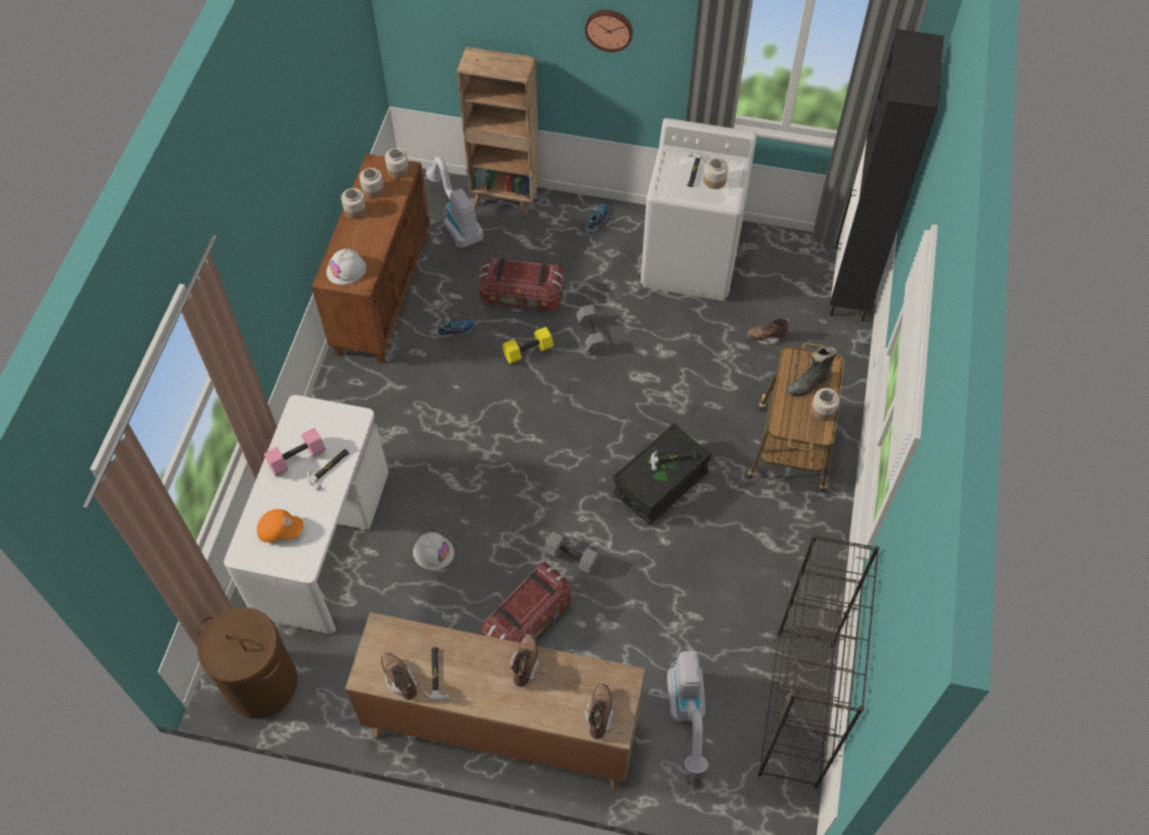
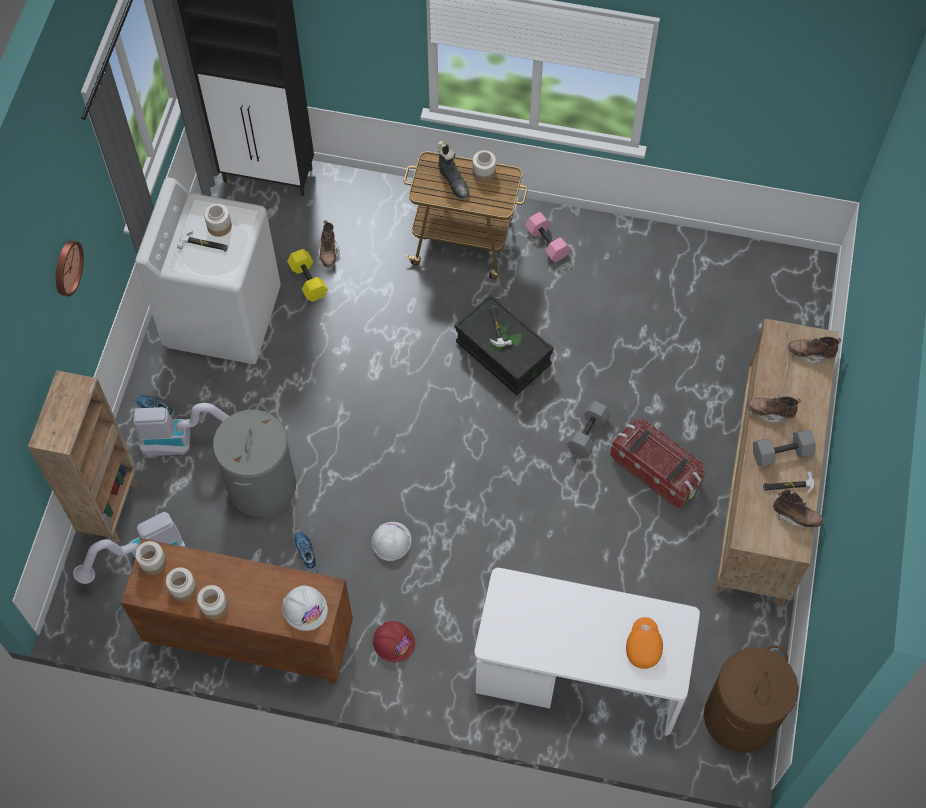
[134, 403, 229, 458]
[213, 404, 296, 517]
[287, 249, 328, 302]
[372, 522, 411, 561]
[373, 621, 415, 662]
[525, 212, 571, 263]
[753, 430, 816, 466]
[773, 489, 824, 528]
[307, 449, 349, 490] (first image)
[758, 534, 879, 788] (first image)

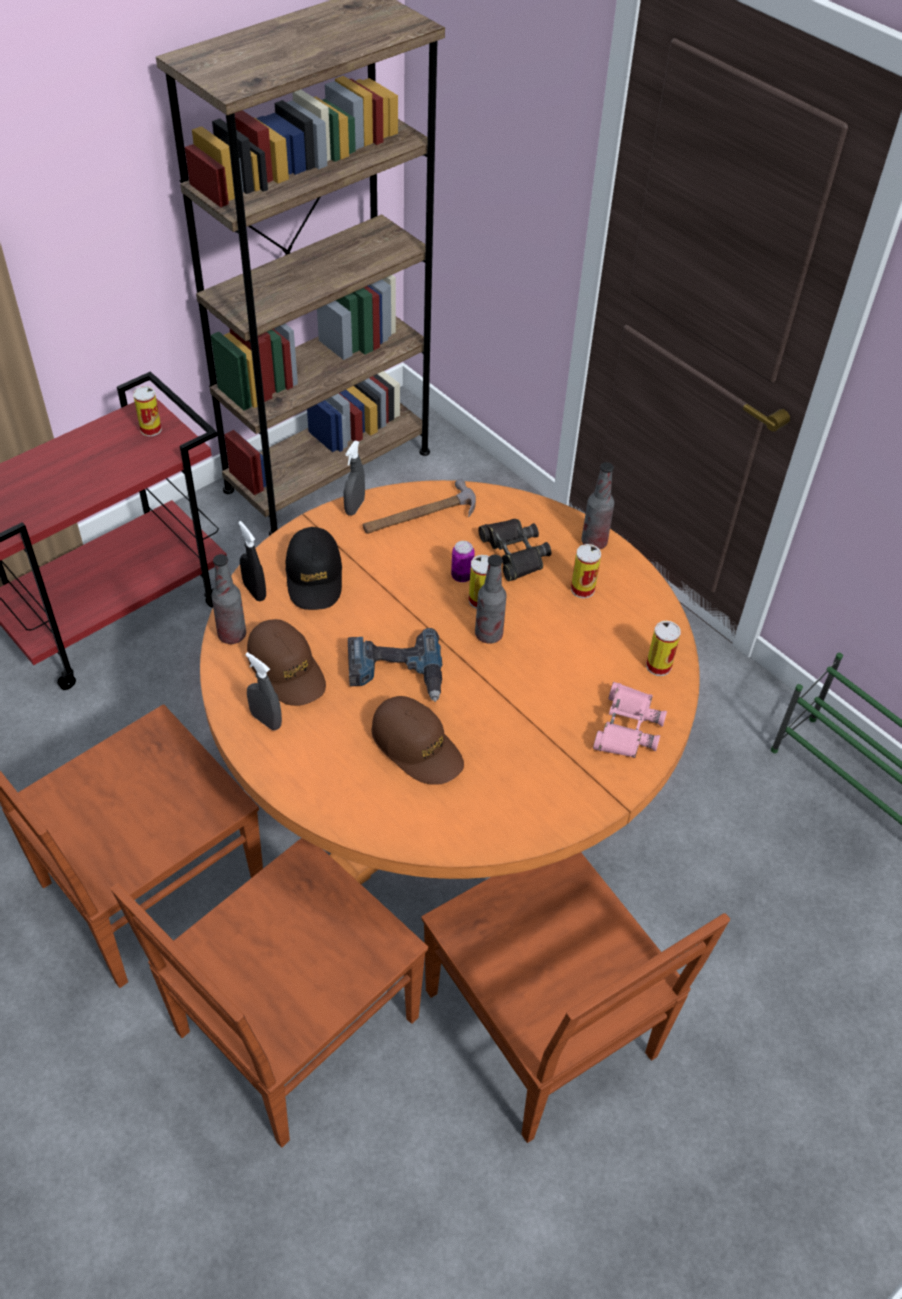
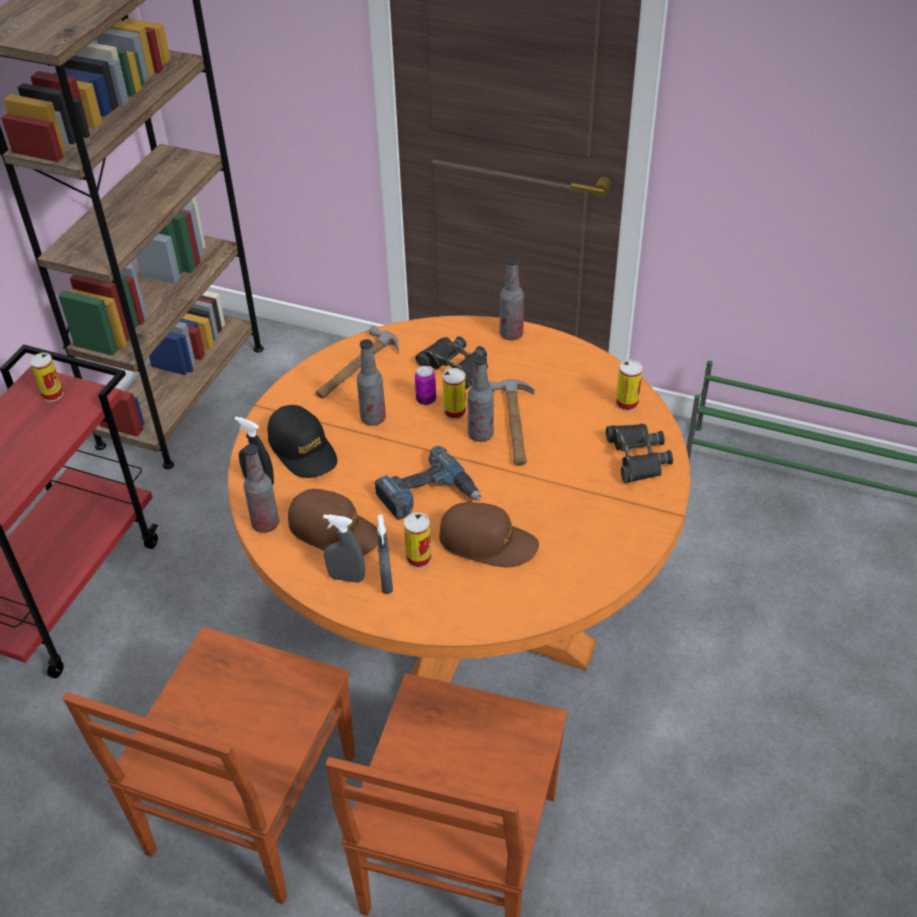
[357, 339, 386, 426]
[377, 514, 393, 594]
[404, 512, 432, 568]
[488, 379, 534, 466]
[606, 424, 673, 483]
[421, 852, 730, 1143] (first image)

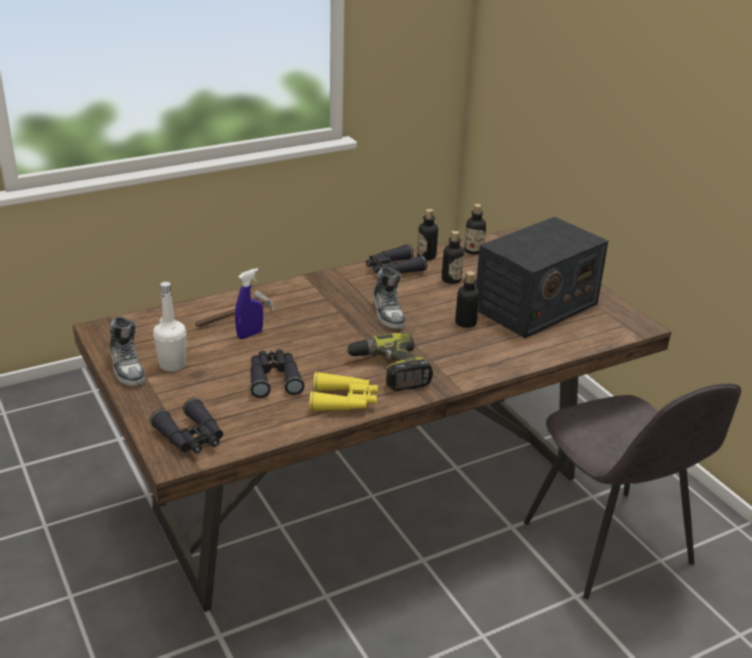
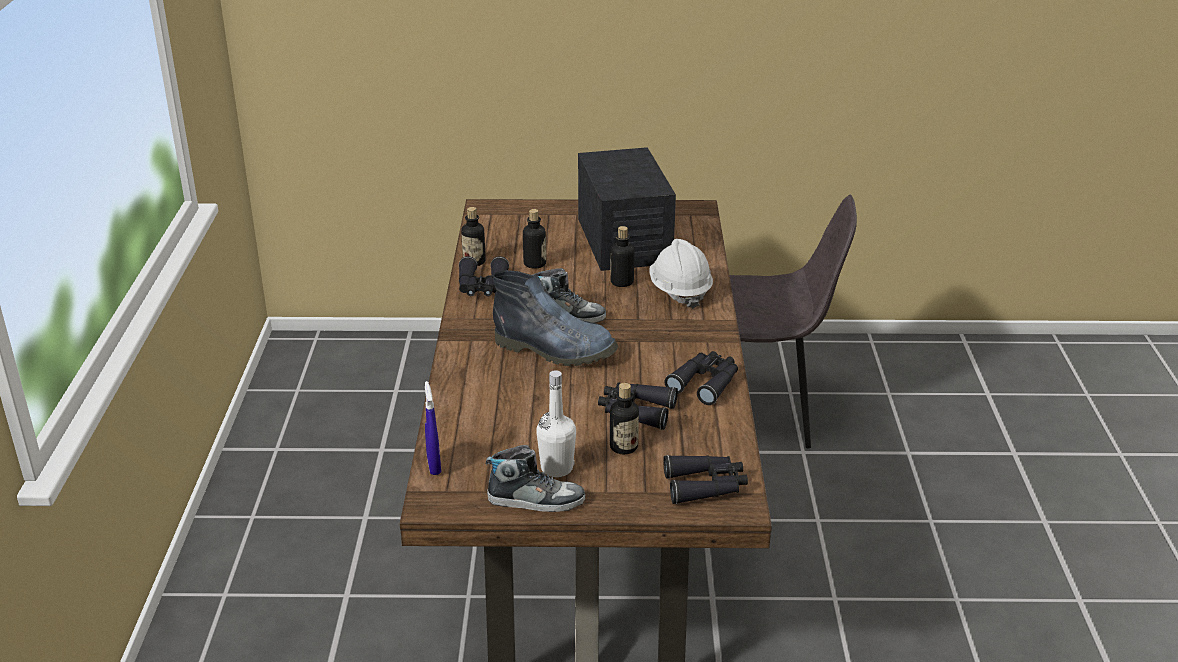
[425, 381, 441, 475]
[493, 270, 619, 366]
[610, 383, 639, 454]
[649, 239, 713, 309]
[664, 351, 738, 405]
[195, 291, 274, 327] (first image)
[346, 333, 433, 391] (first image)

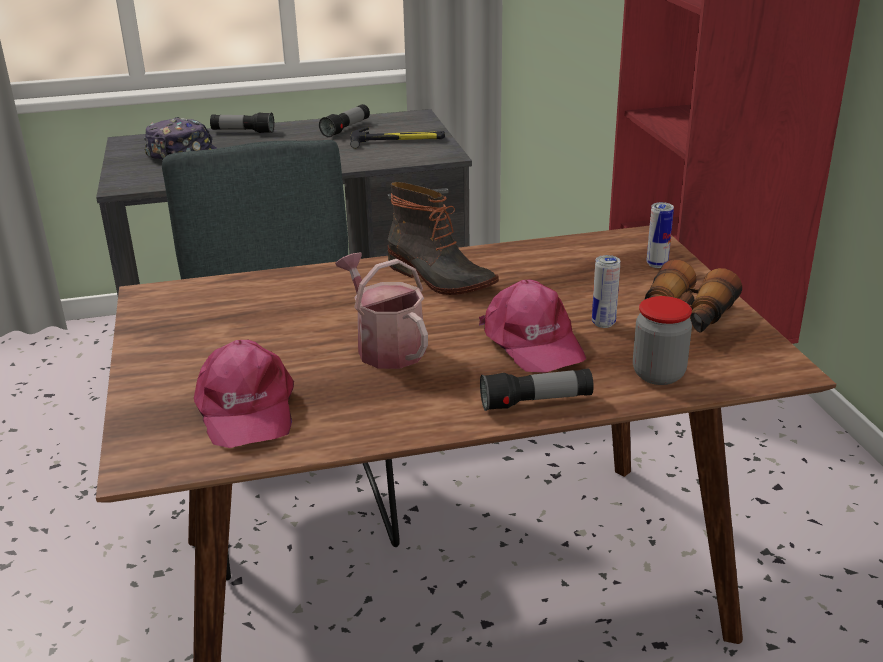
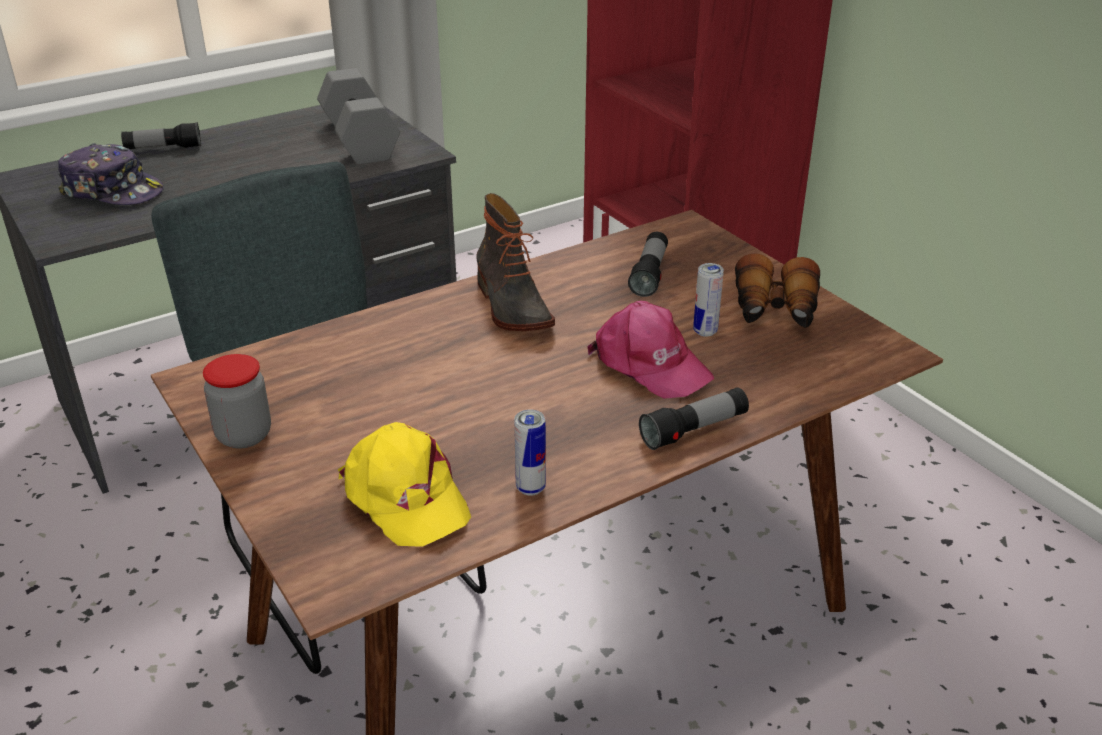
[203, 354, 271, 449]
[317, 68, 400, 165]
[338, 422, 471, 547]
[476, 193, 555, 331]
[514, 410, 546, 496]
[628, 232, 668, 297]
[335, 253, 428, 369] (first image)

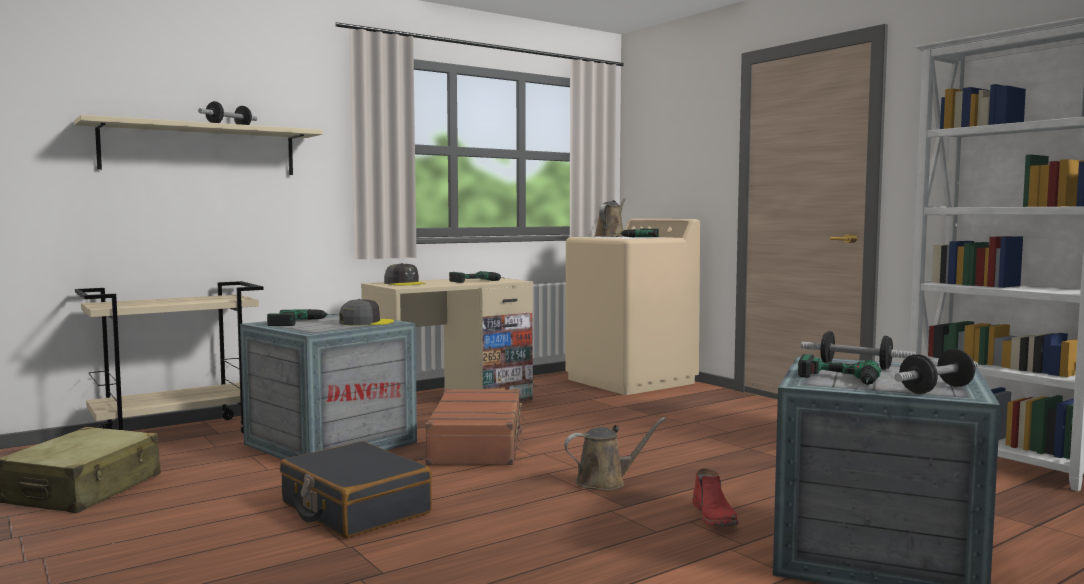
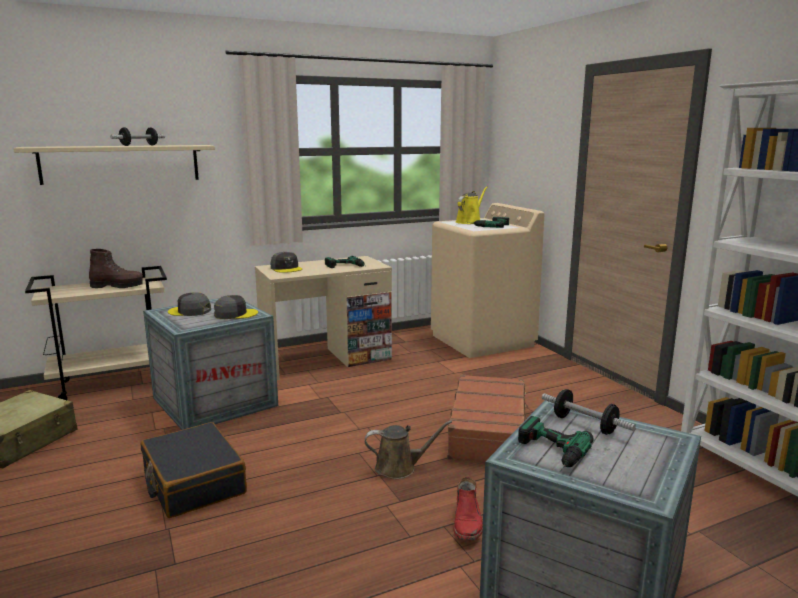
[89, 249, 143, 288]
[168, 292, 211, 316]
[447, 374, 528, 462]
[455, 187, 488, 224]
[894, 349, 978, 394] (first image)

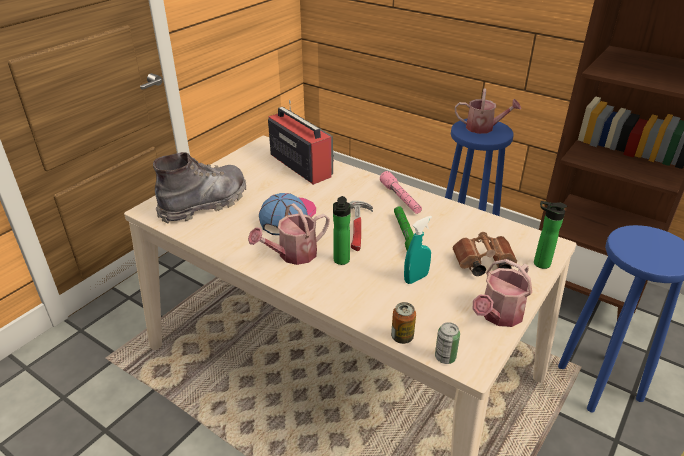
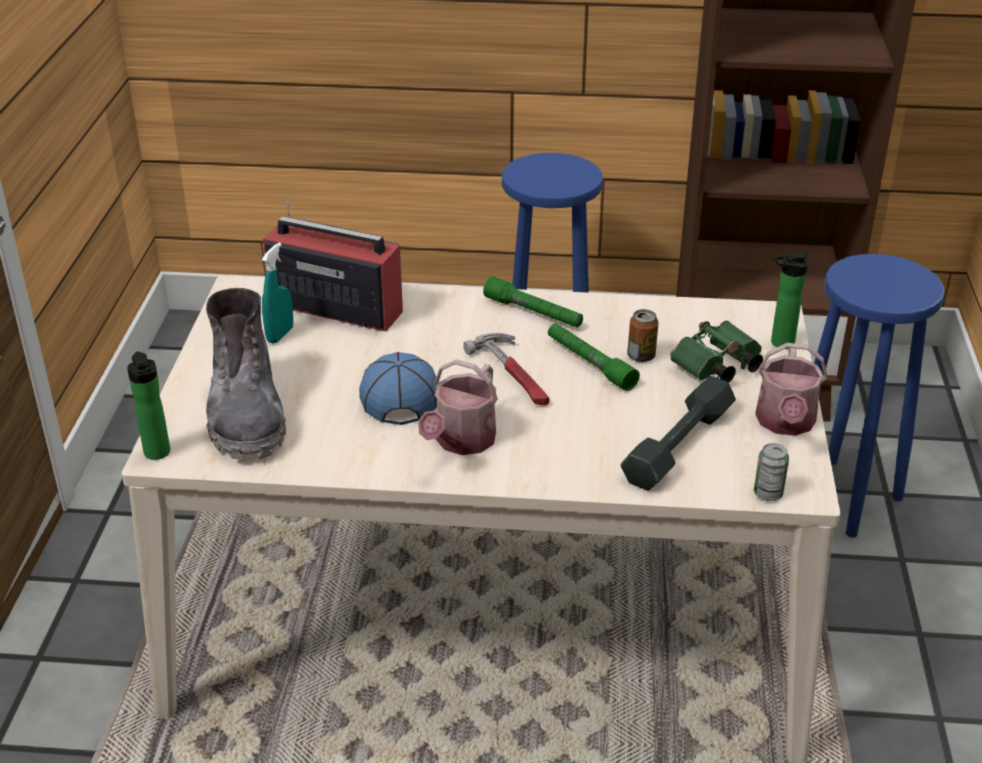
[127, 352, 170, 460]
[206, 288, 286, 460]
[262, 242, 293, 344]
[483, 276, 583, 328]
[620, 376, 736, 491]
[627, 309, 659, 362]
[670, 320, 763, 383]
[455, 88, 521, 134] (first image)

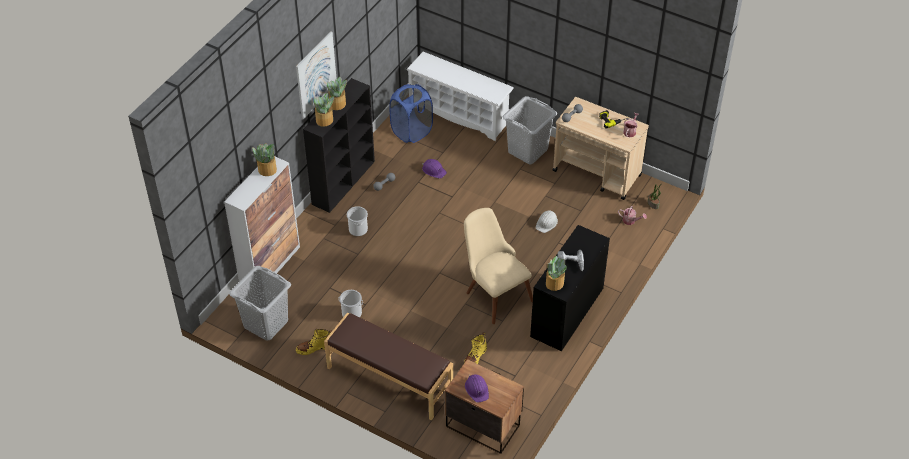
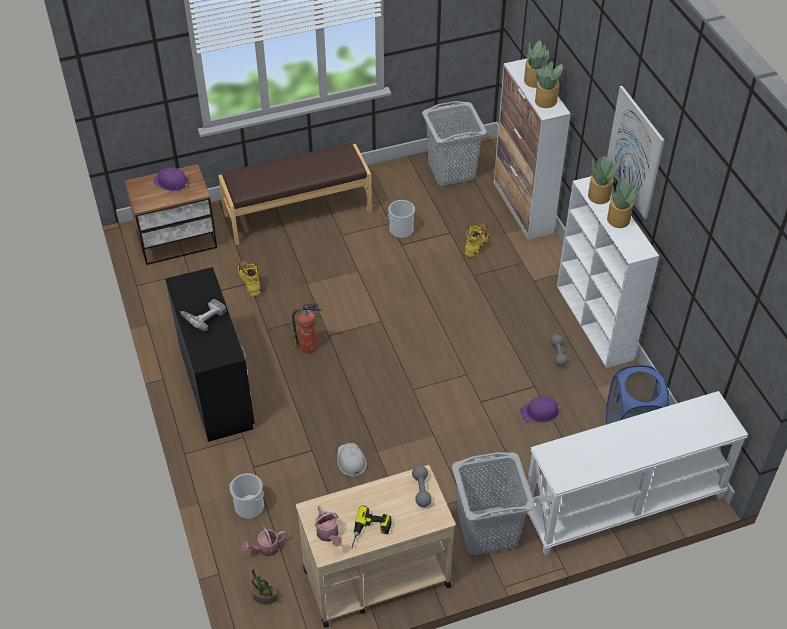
[229, 473, 264, 519]
[292, 303, 322, 354]
[465, 223, 489, 257]
[524, 40, 549, 88]
[527, 391, 748, 555]
[557, 176, 659, 368]

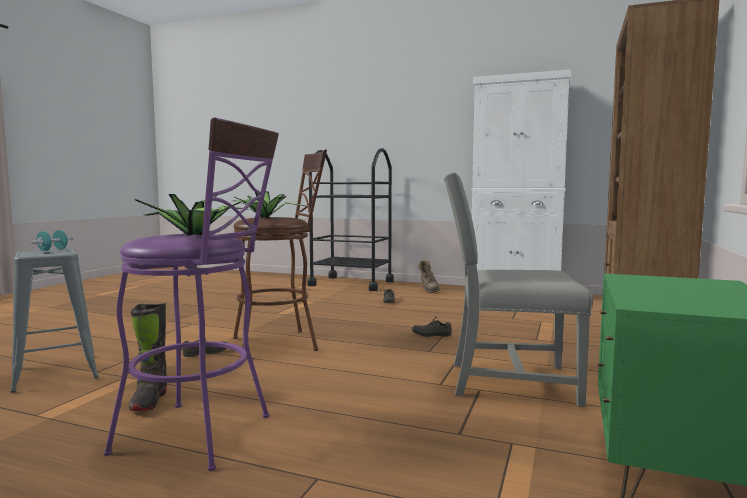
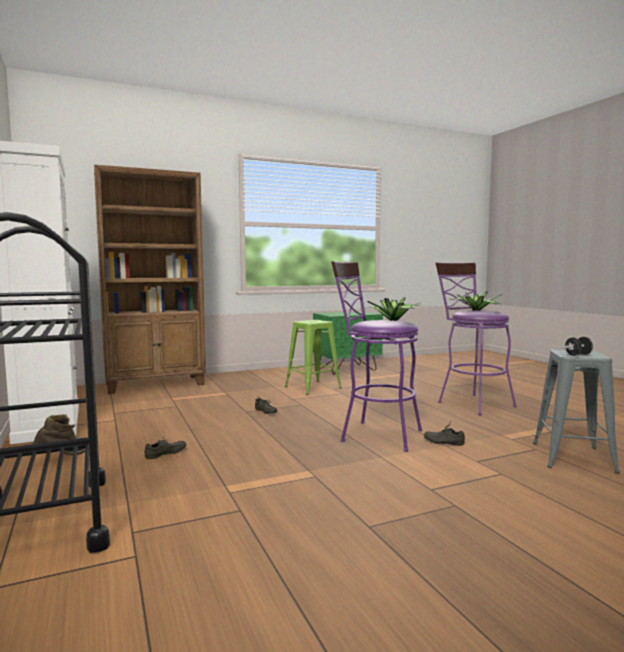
[285, 320, 342, 395]
[331, 261, 422, 452]
[563, 337, 593, 356]
[129, 303, 167, 411] (first image)

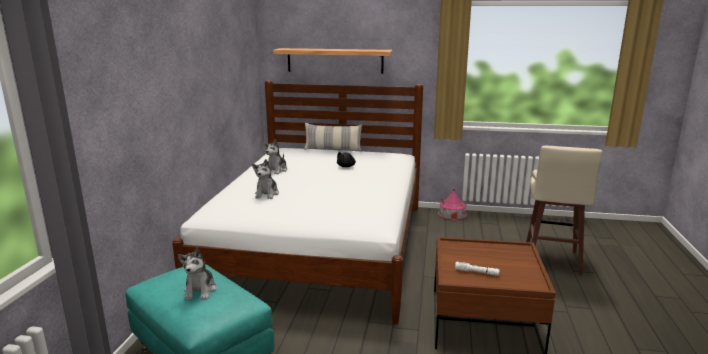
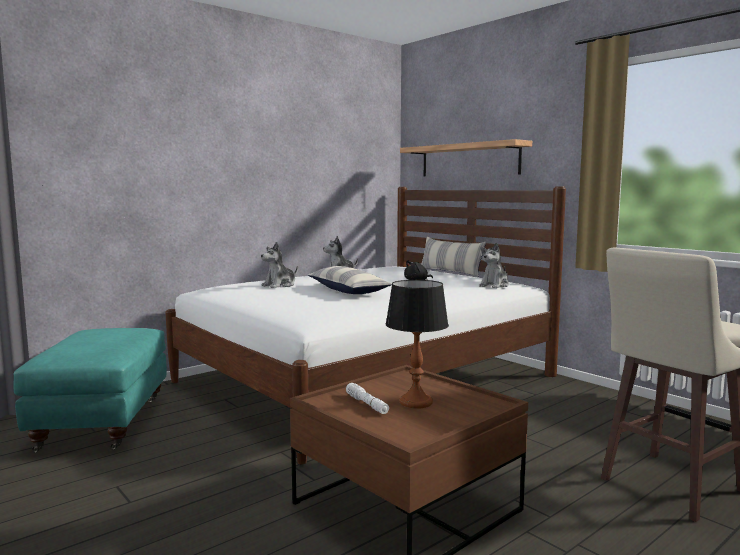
[308, 266, 392, 294]
[386, 280, 449, 409]
[479, 243, 509, 288]
[438, 188, 467, 221] (first image)

